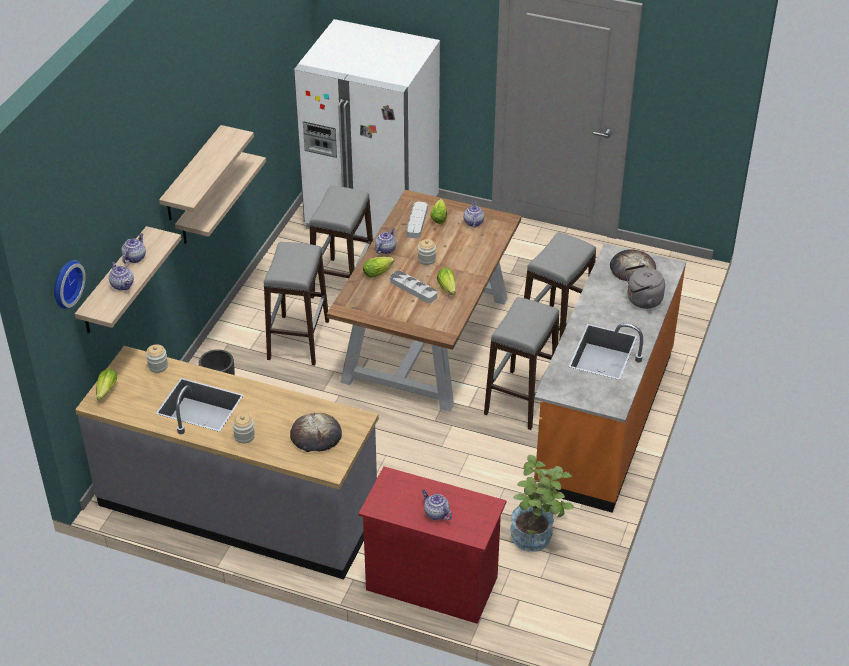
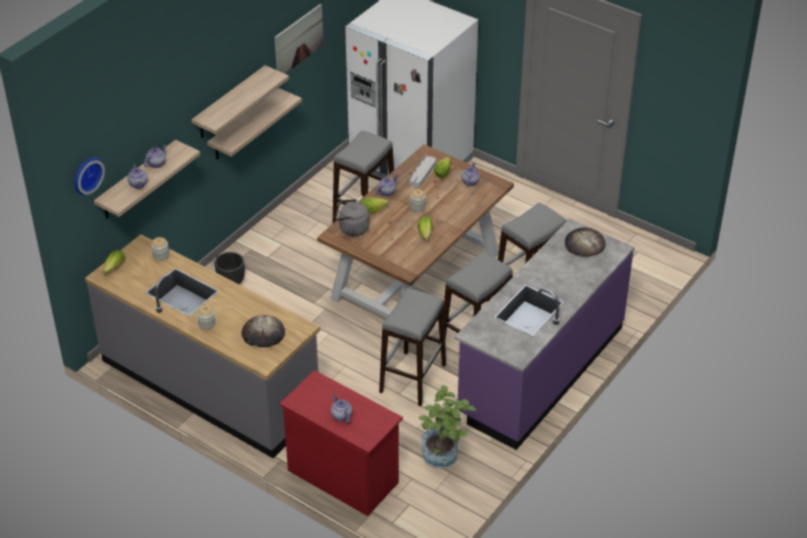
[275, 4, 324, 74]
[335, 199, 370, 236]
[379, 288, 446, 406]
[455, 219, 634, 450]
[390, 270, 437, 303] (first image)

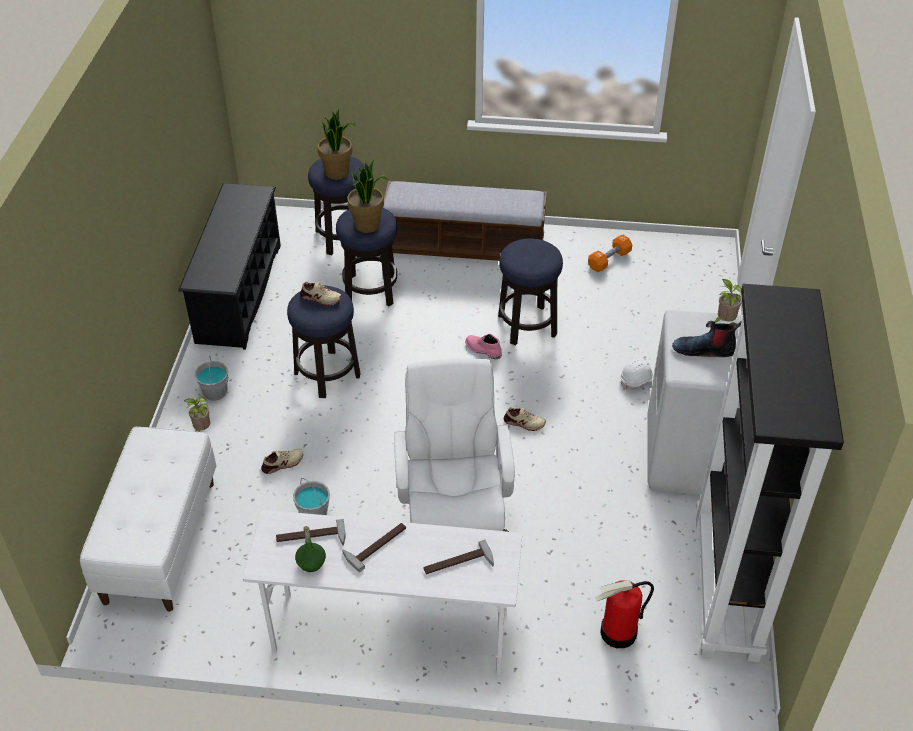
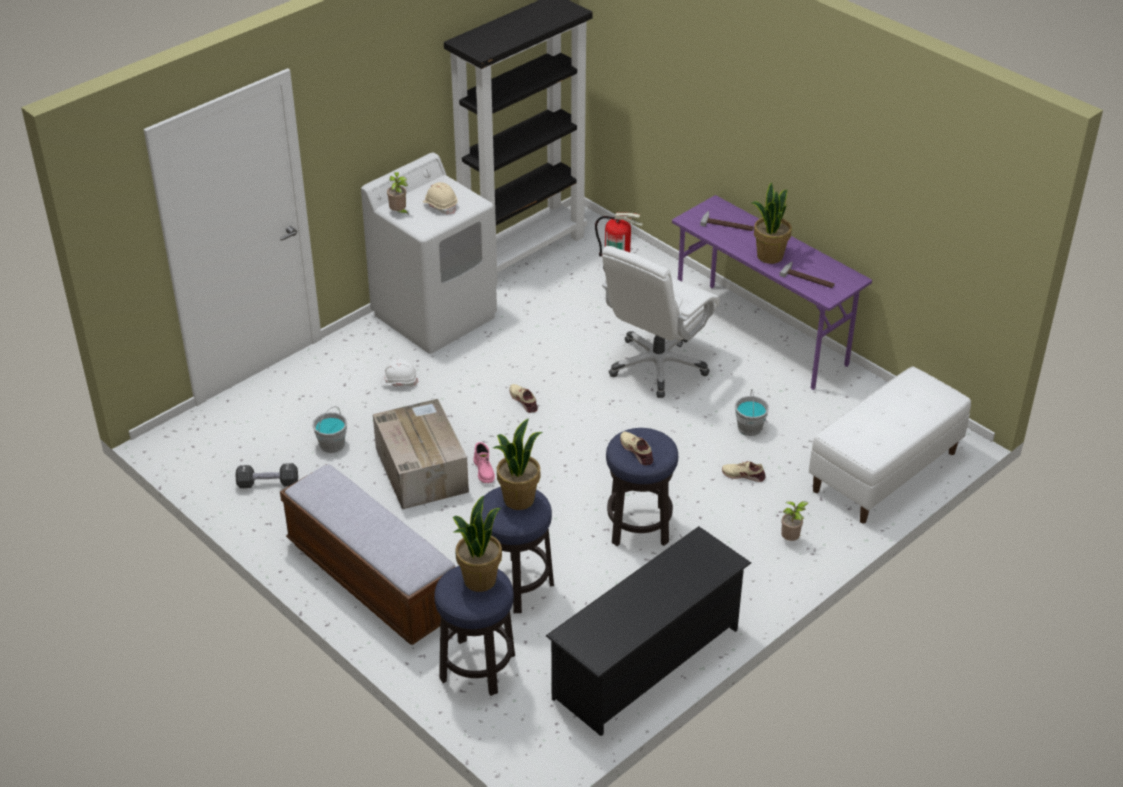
[236, 463, 298, 488]
[312, 406, 347, 453]
[373, 399, 469, 509]
[423, 182, 457, 214]
[672, 195, 872, 390]
[751, 182, 792, 264]
[295, 526, 326, 572] (first image)

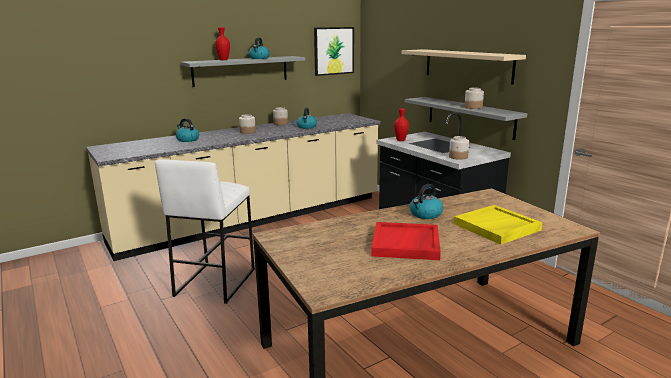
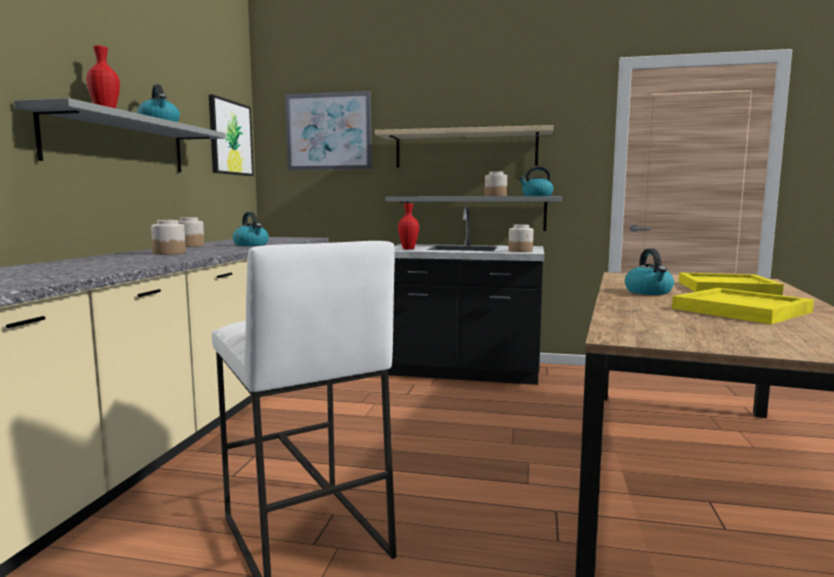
[285, 91, 372, 170]
[519, 166, 554, 196]
[672, 288, 814, 324]

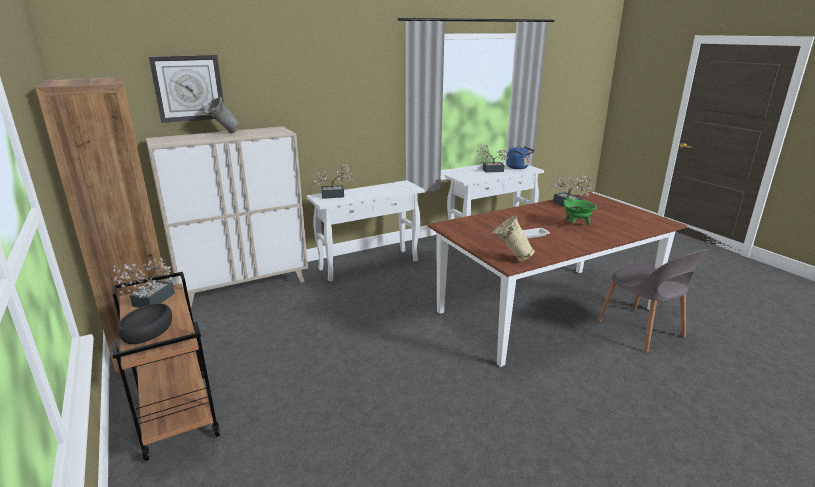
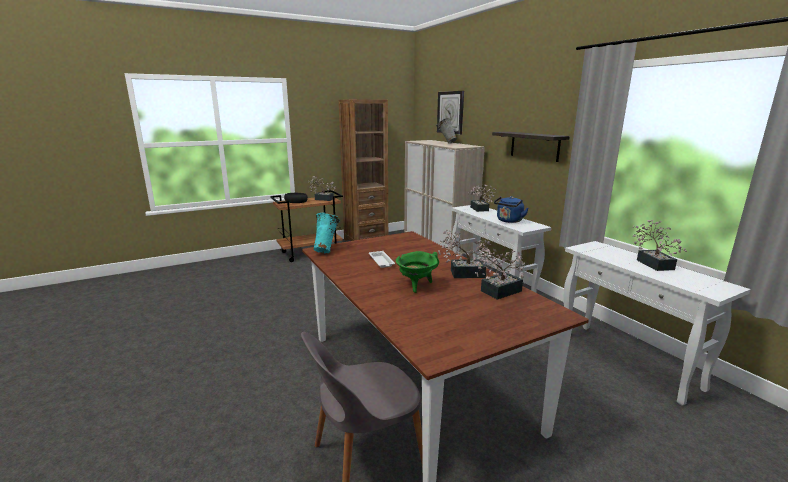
[314, 212, 340, 253]
[438, 230, 495, 278]
[492, 132, 570, 162]
[494, 196, 529, 223]

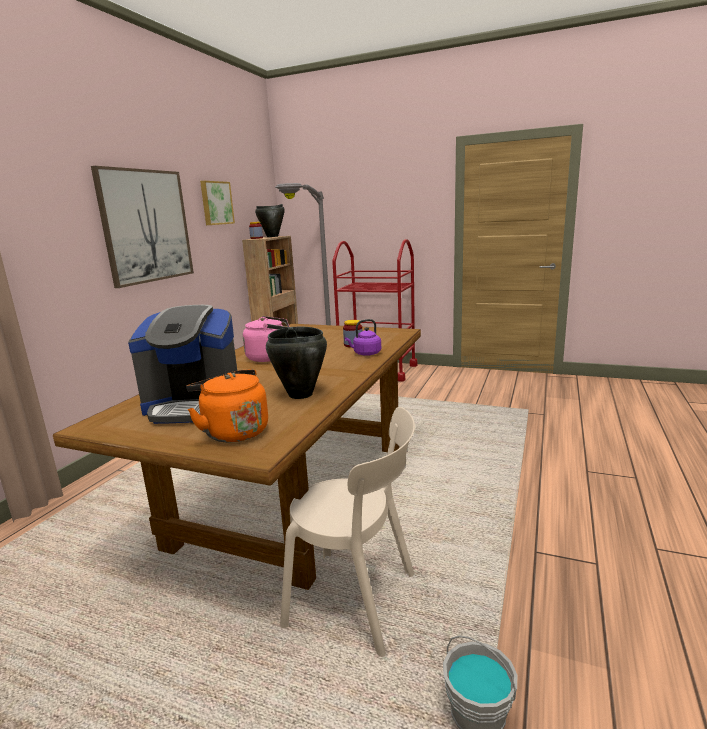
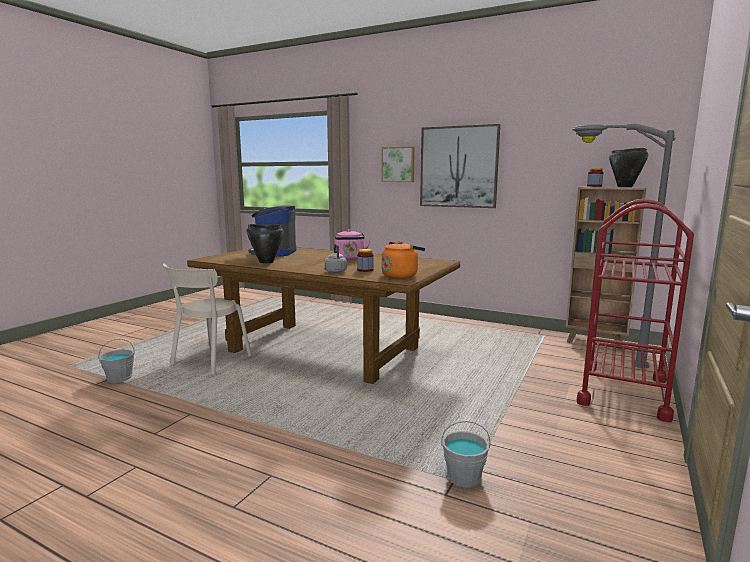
[324, 244, 347, 273]
[381, 146, 415, 182]
[382, 241, 425, 278]
[441, 421, 491, 487]

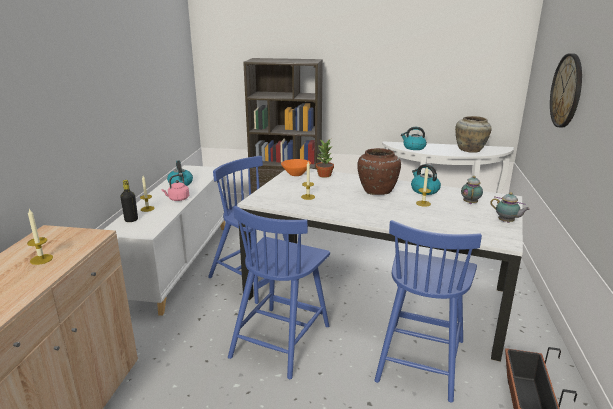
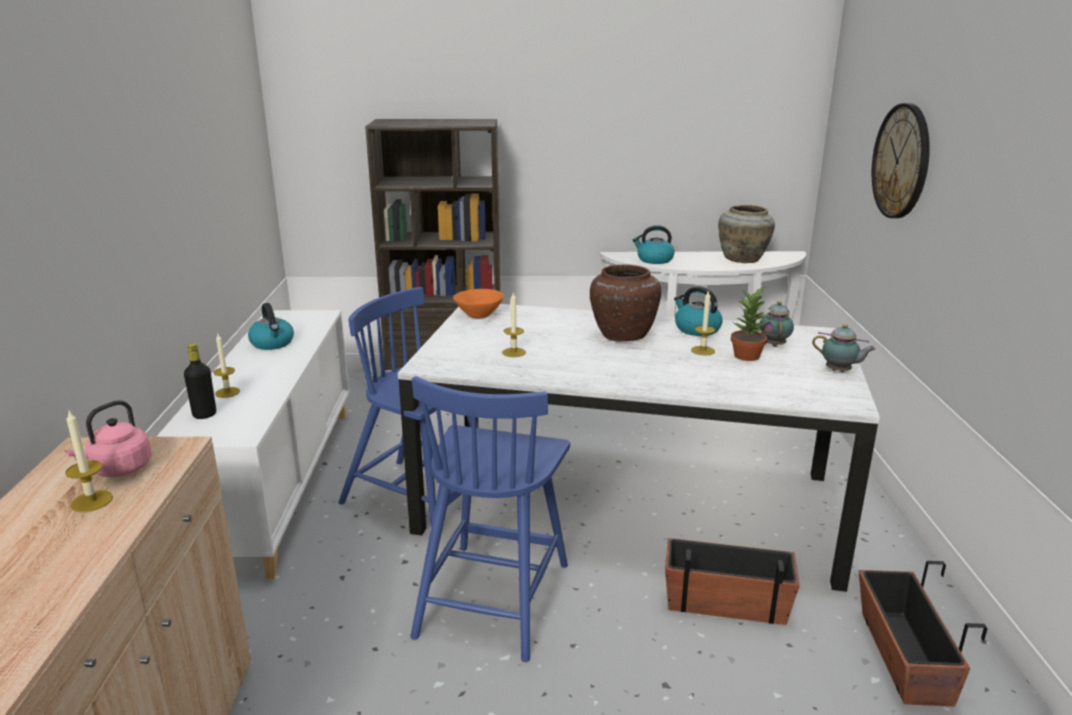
[64, 400, 152, 477]
[665, 538, 800, 625]
[731, 288, 768, 361]

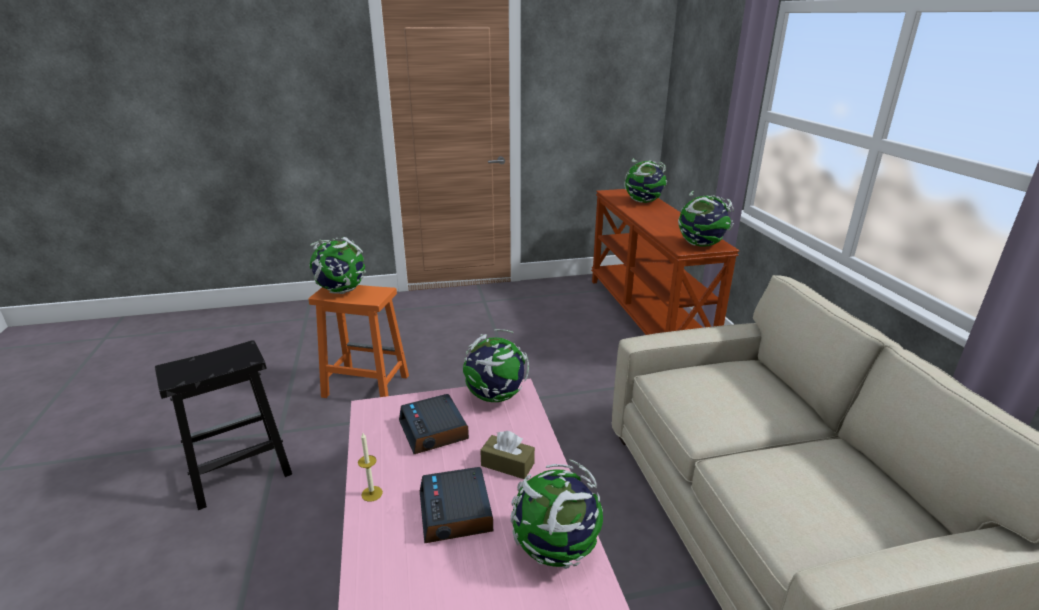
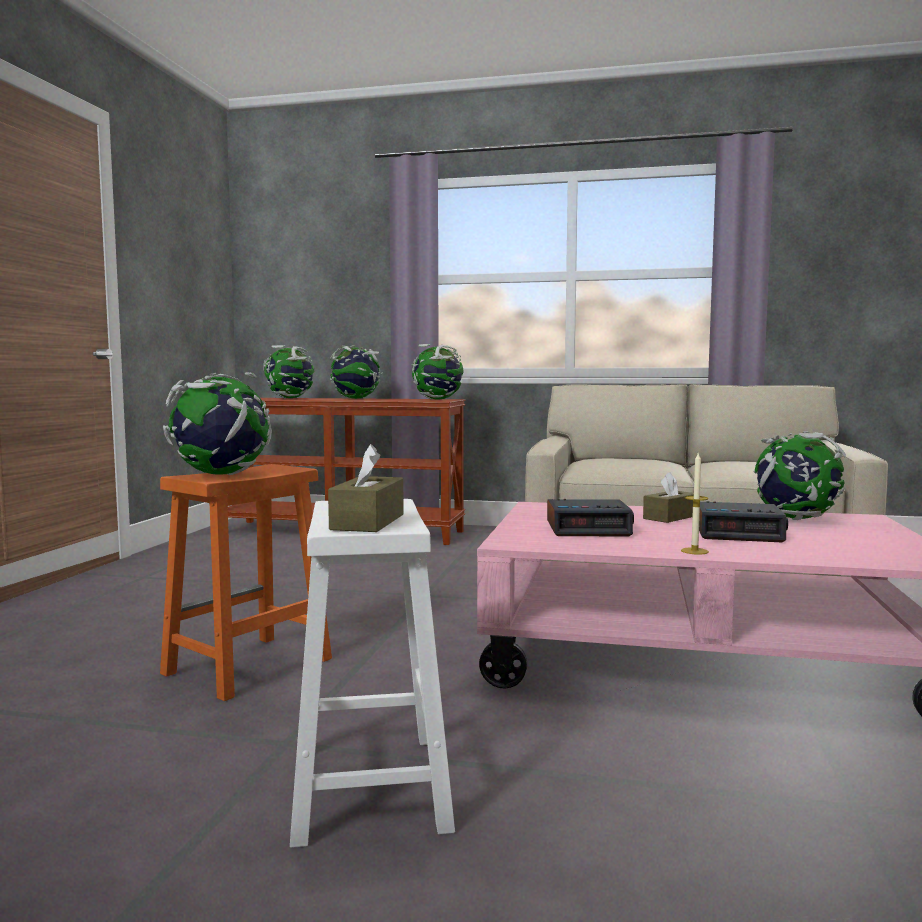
[290, 499, 455, 848]
[328, 444, 404, 532]
[330, 345, 383, 399]

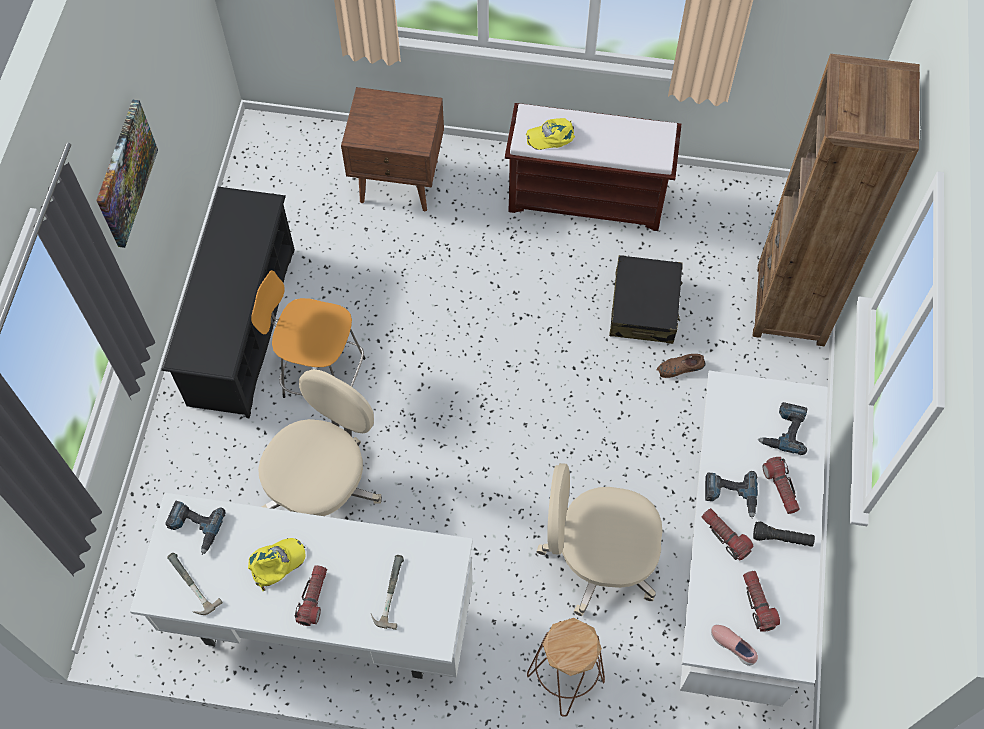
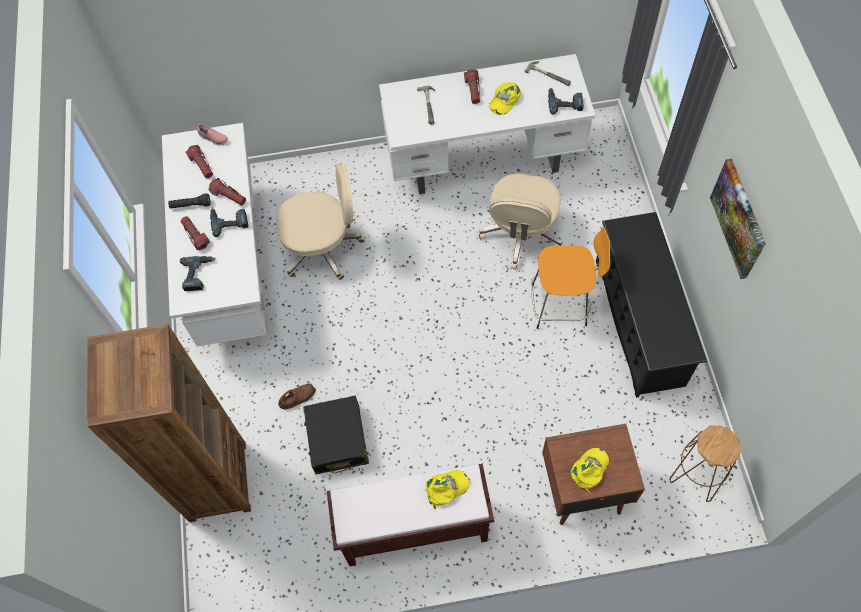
[571, 448, 609, 493]
[669, 425, 741, 502]

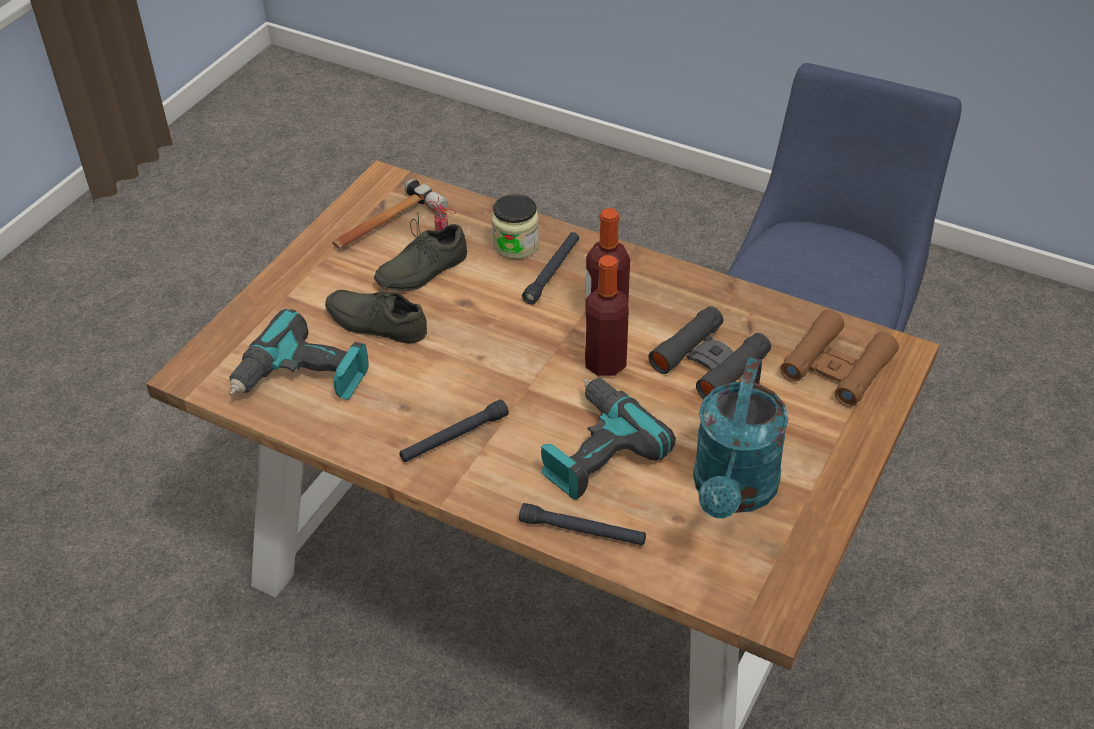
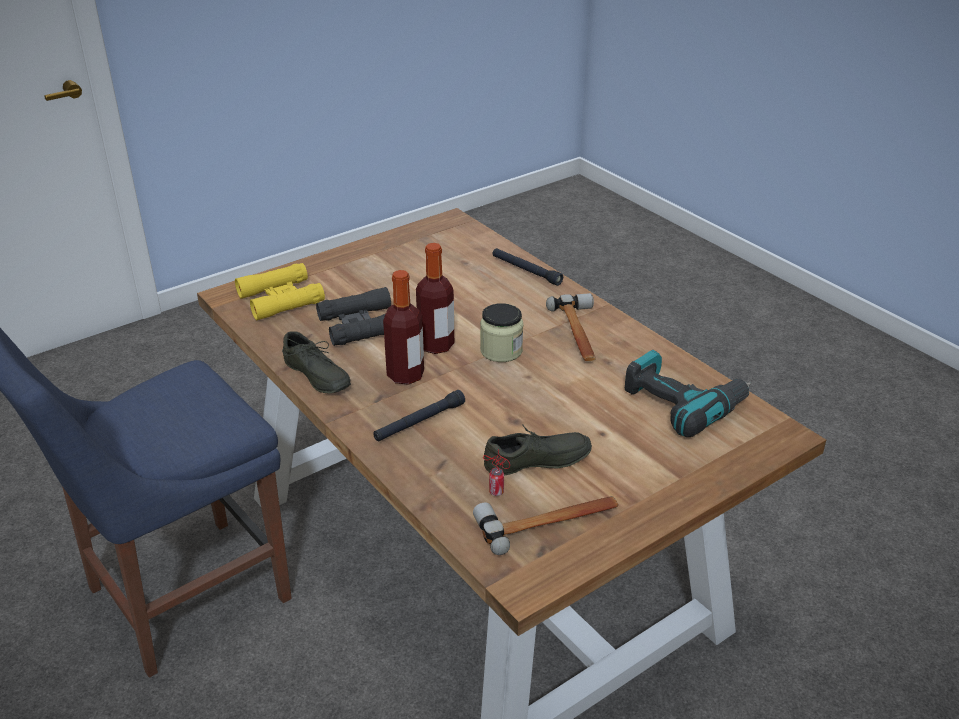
[235, 263, 325, 320]
[282, 331, 351, 393]
[480, 303, 523, 362]
[546, 293, 596, 361]
[541, 378, 676, 500] (first image)
[693, 357, 789, 518] (first image)

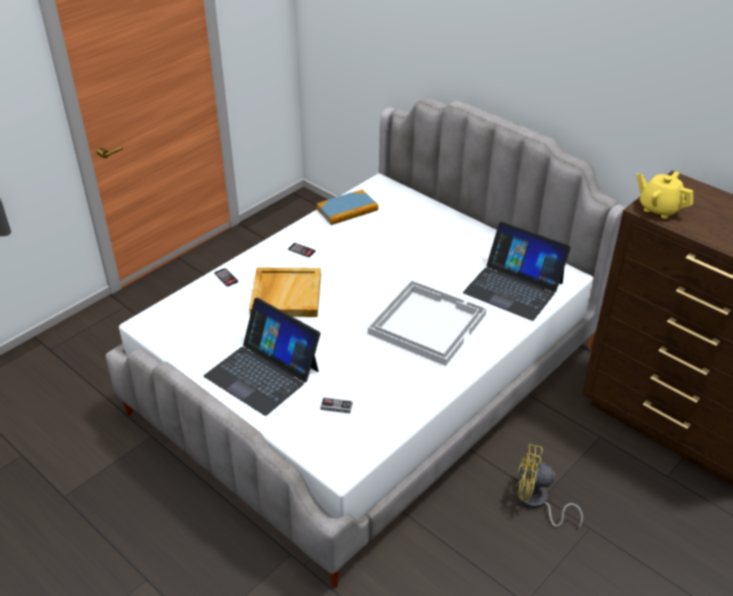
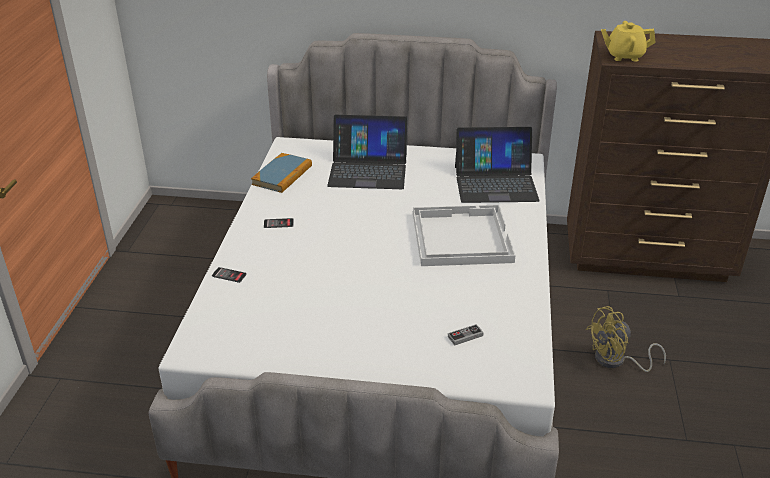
[327, 115, 408, 189]
[249, 268, 321, 317] (first image)

